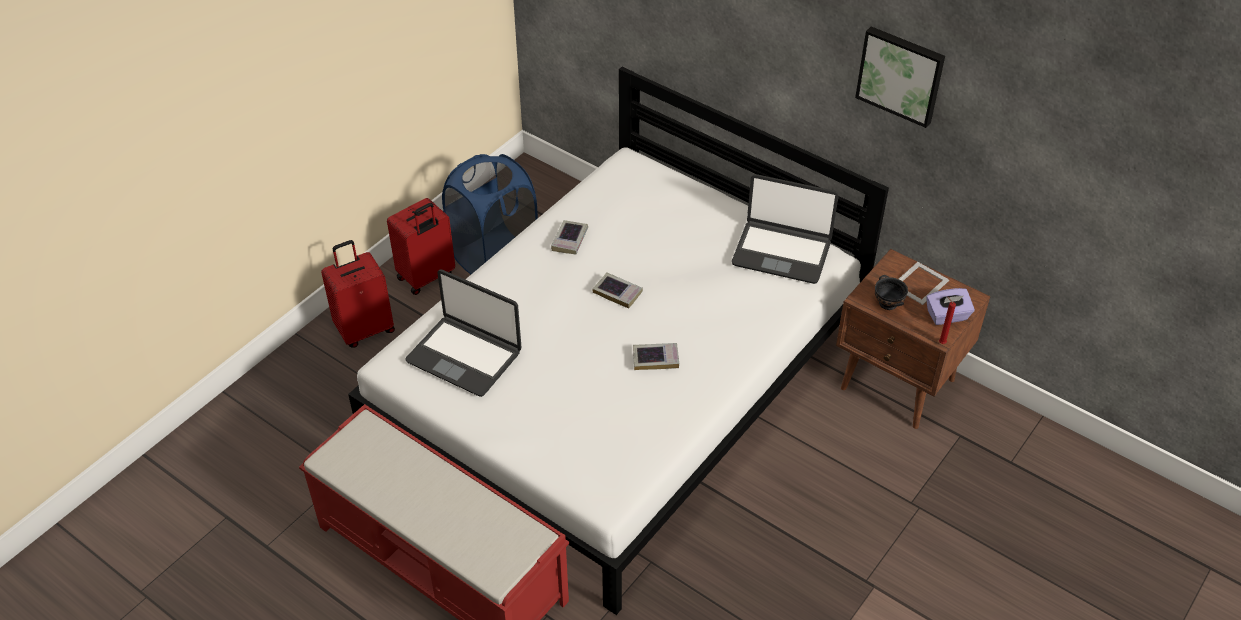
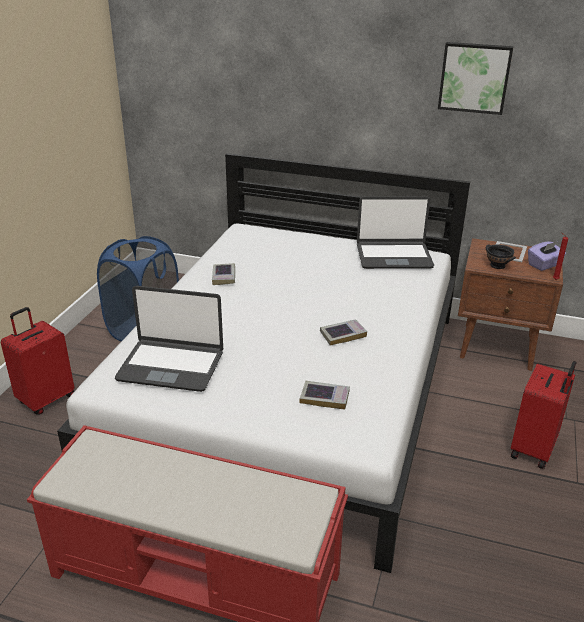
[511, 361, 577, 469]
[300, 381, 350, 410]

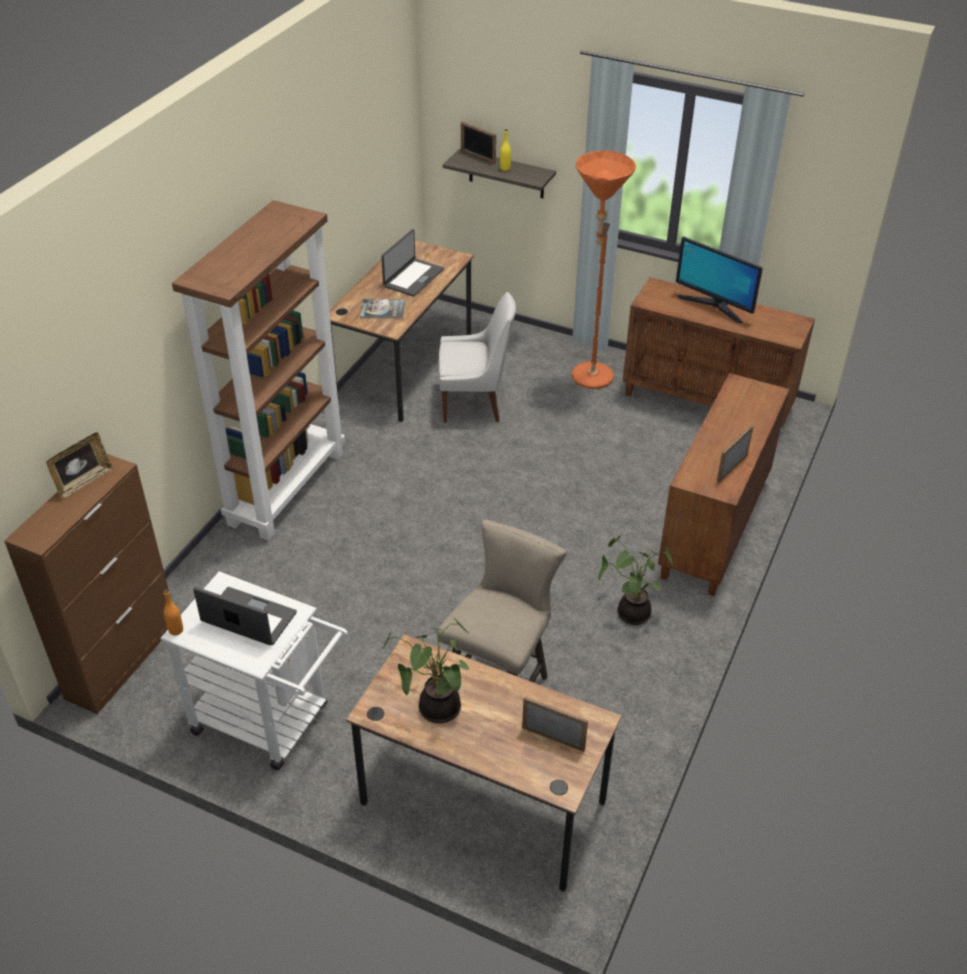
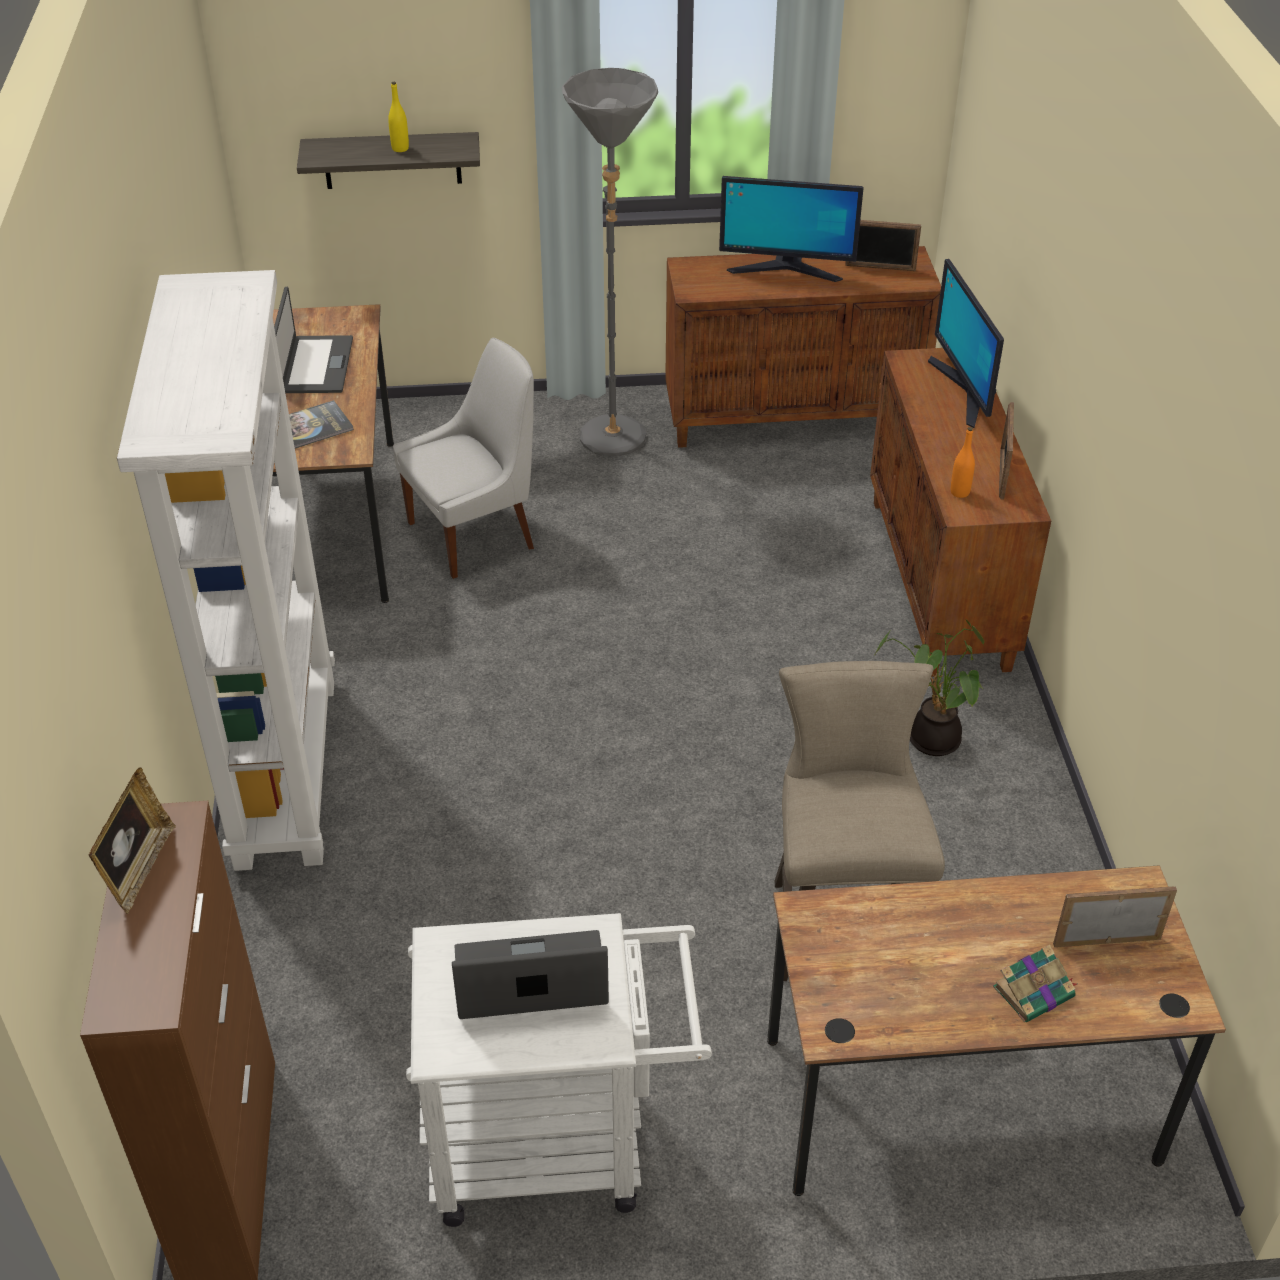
[382, 616, 470, 723] (first image)
[928, 259, 1004, 428]
[993, 945, 1077, 1022]
[951, 427, 975, 498]
[845, 220, 921, 271]
[117, 270, 335, 871]
[562, 68, 658, 457]

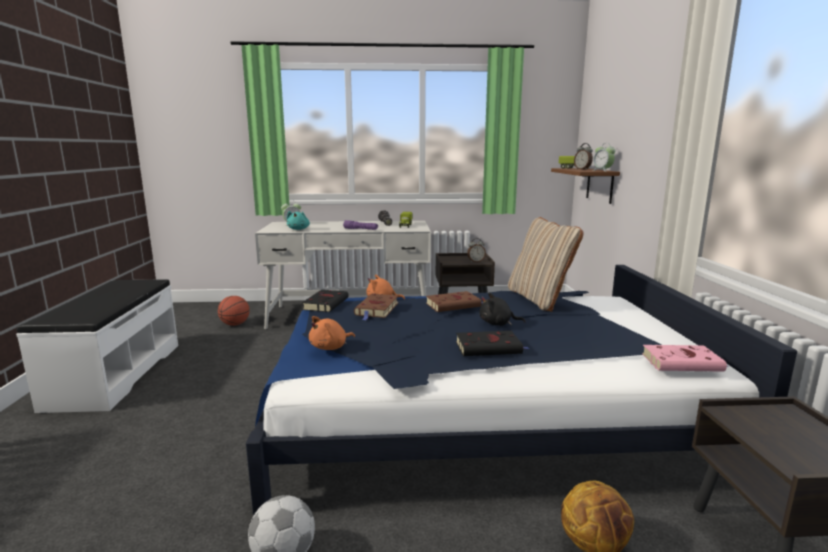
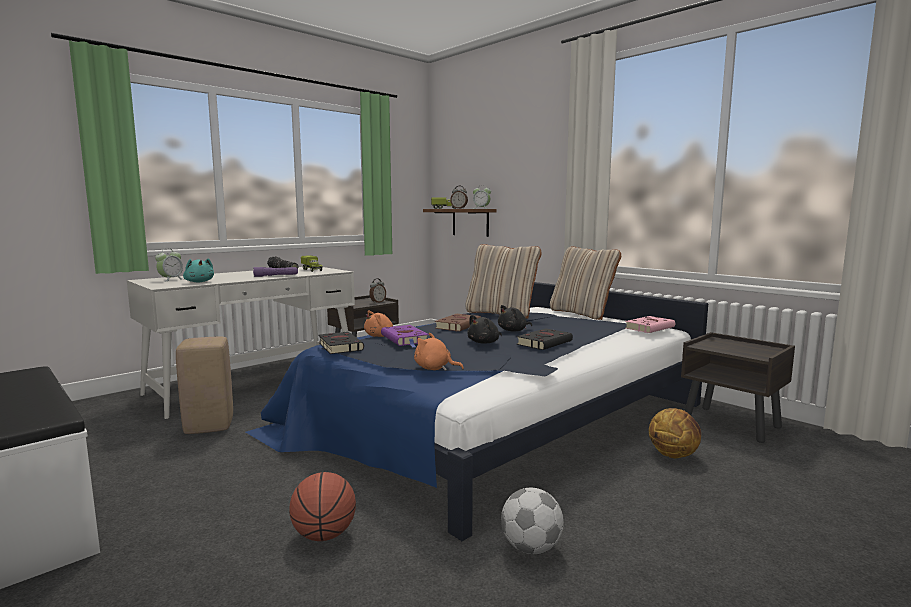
[176, 337, 233, 434]
[467, 315, 502, 344]
[550, 246, 621, 320]
[289, 472, 356, 541]
[381, 325, 429, 347]
[414, 333, 464, 371]

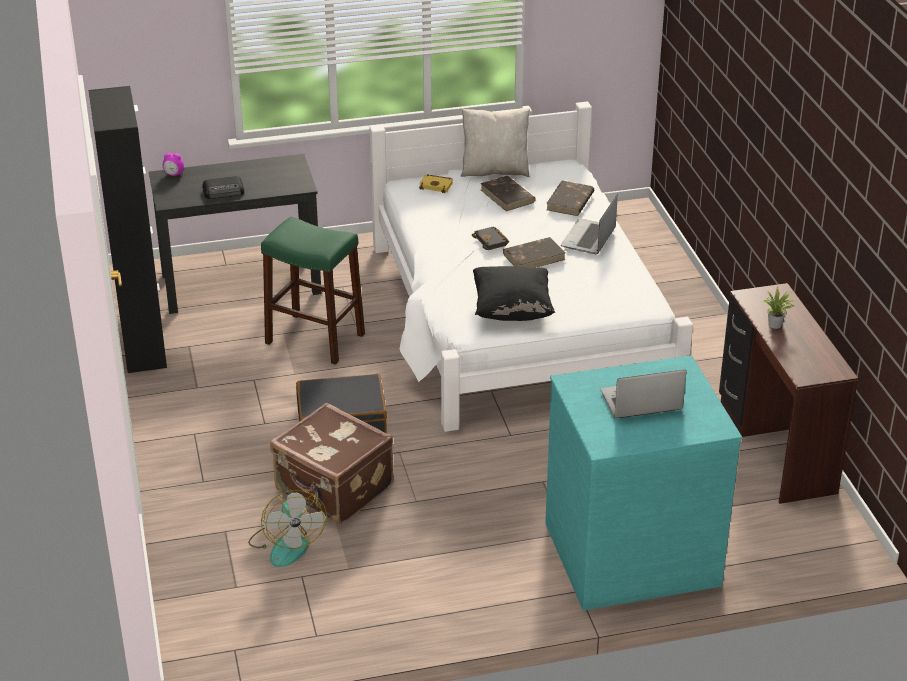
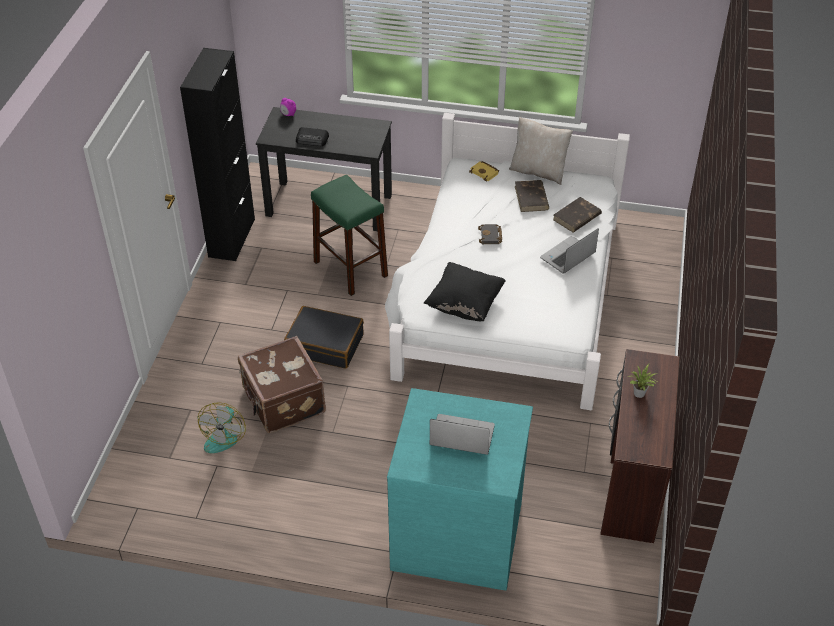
[503, 237, 566, 267] (first image)

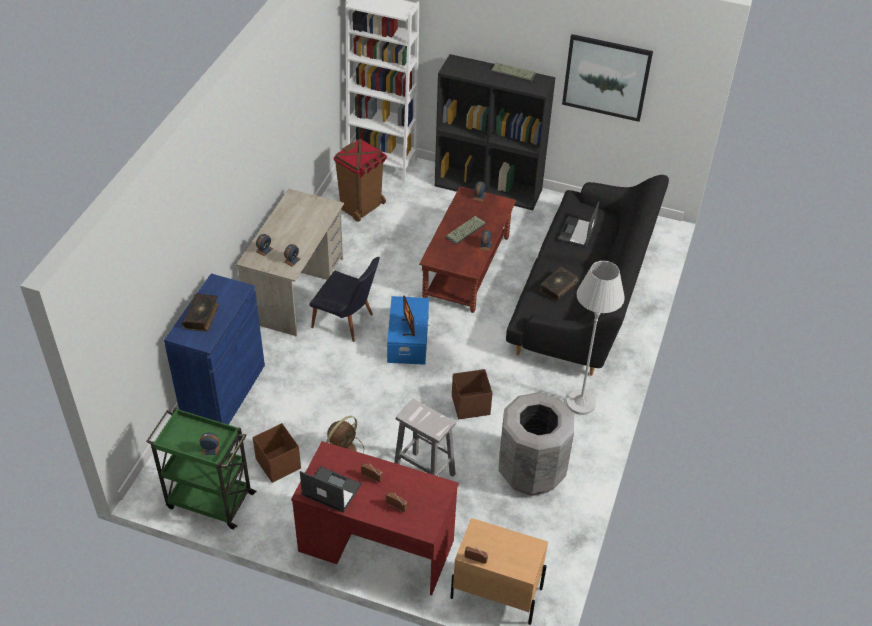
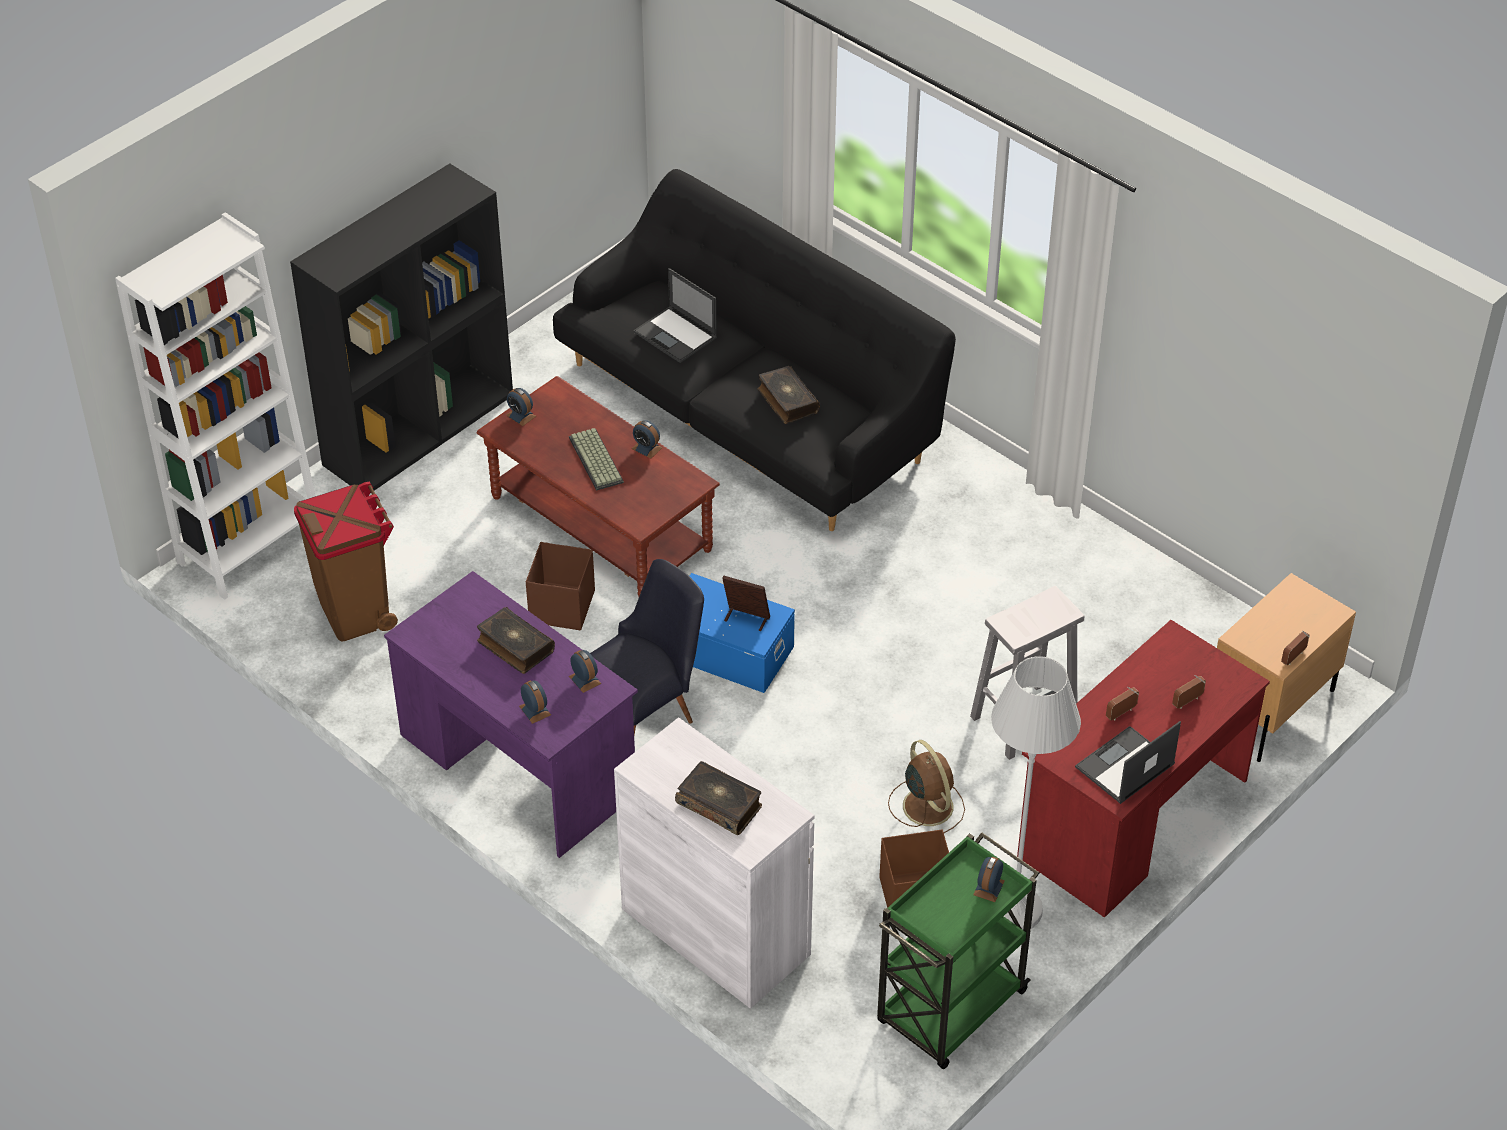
[490, 62, 536, 82] (first image)
[499, 392, 574, 496] (first image)
[562, 34, 653, 122] (first image)
[477, 607, 555, 674]
[526, 542, 595, 630]
[991, 656, 1081, 930]
[614, 717, 815, 1009]
[384, 571, 638, 858]

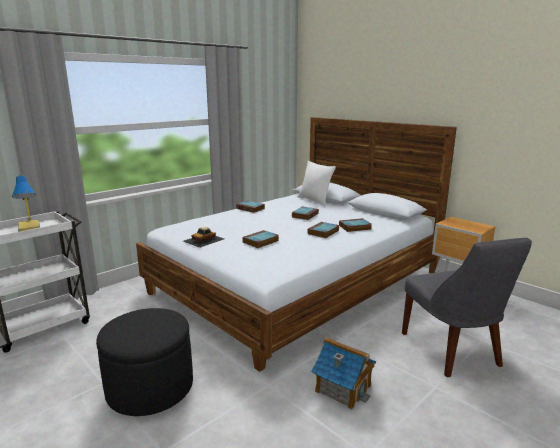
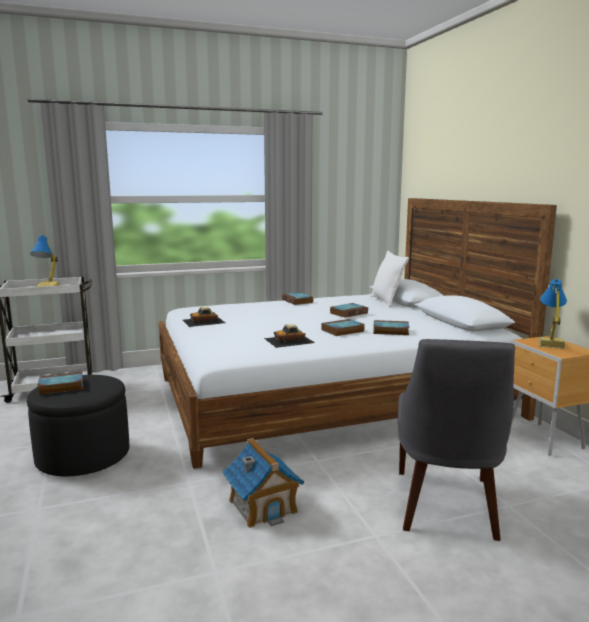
[264, 324, 315, 348]
[539, 279, 567, 349]
[37, 372, 83, 395]

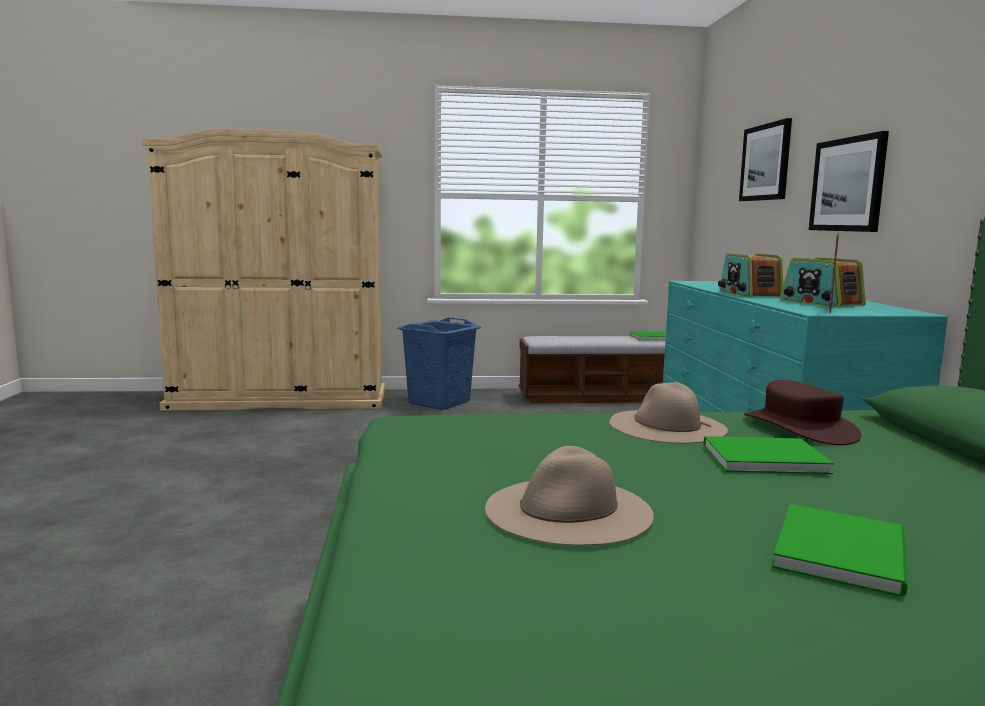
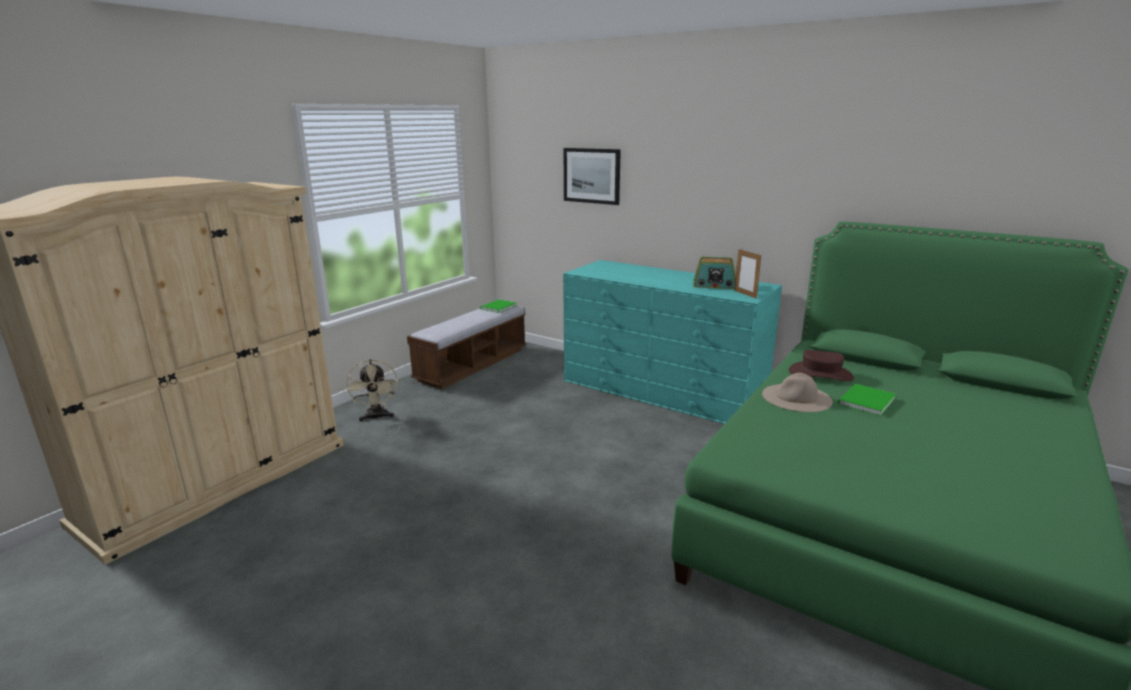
[485, 446, 654, 546] (first image)
[718, 253, 783, 298] (first image)
[772, 504, 907, 597] (first image)
[809, 131, 889, 232] (first image)
[346, 359, 398, 422]

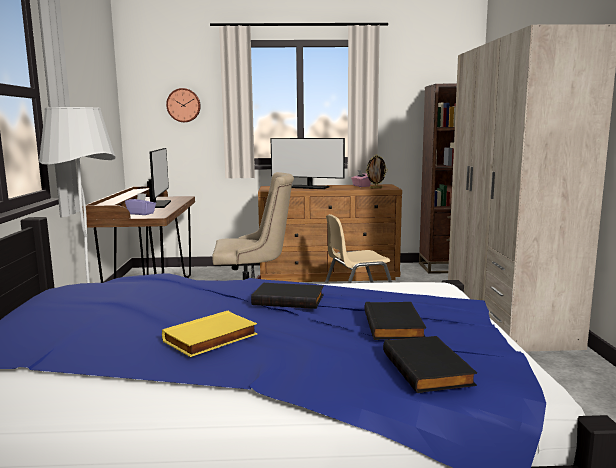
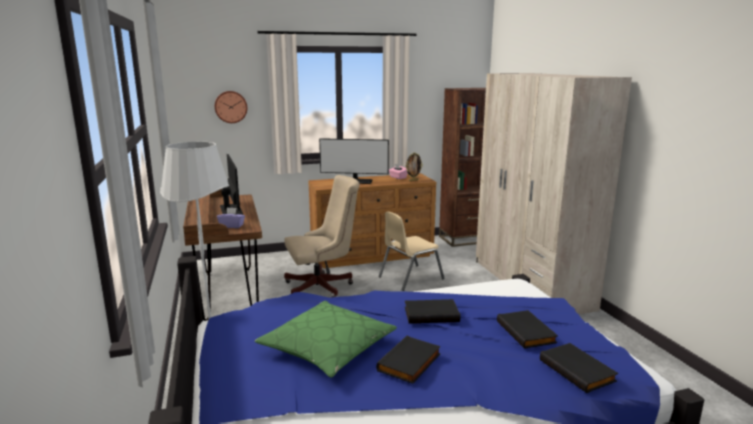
[255, 301, 397, 377]
[376, 336, 441, 384]

